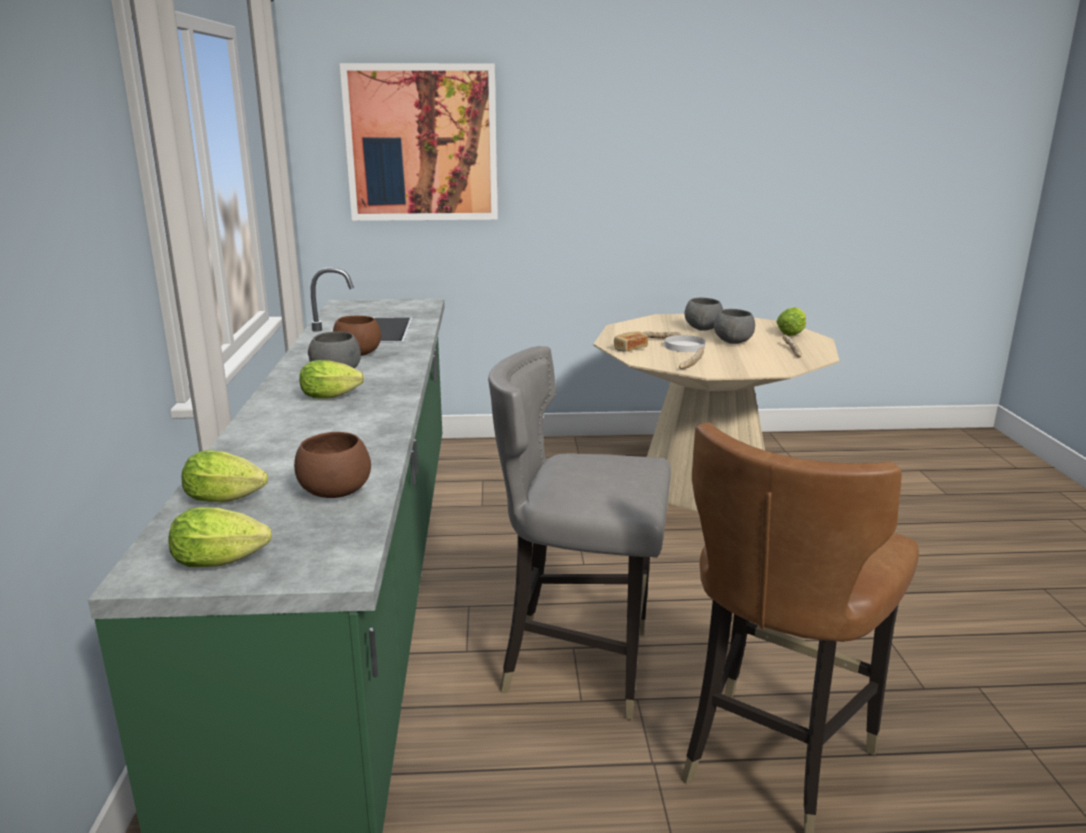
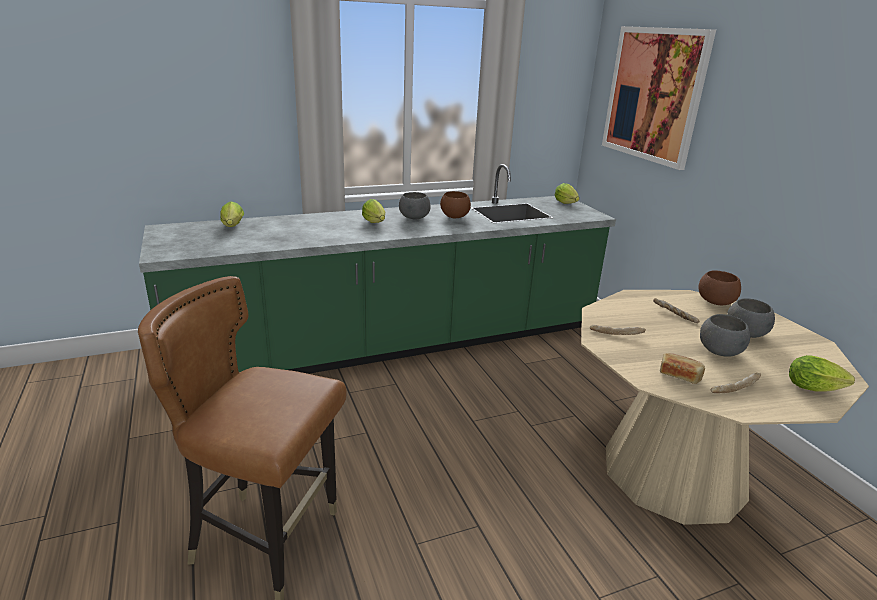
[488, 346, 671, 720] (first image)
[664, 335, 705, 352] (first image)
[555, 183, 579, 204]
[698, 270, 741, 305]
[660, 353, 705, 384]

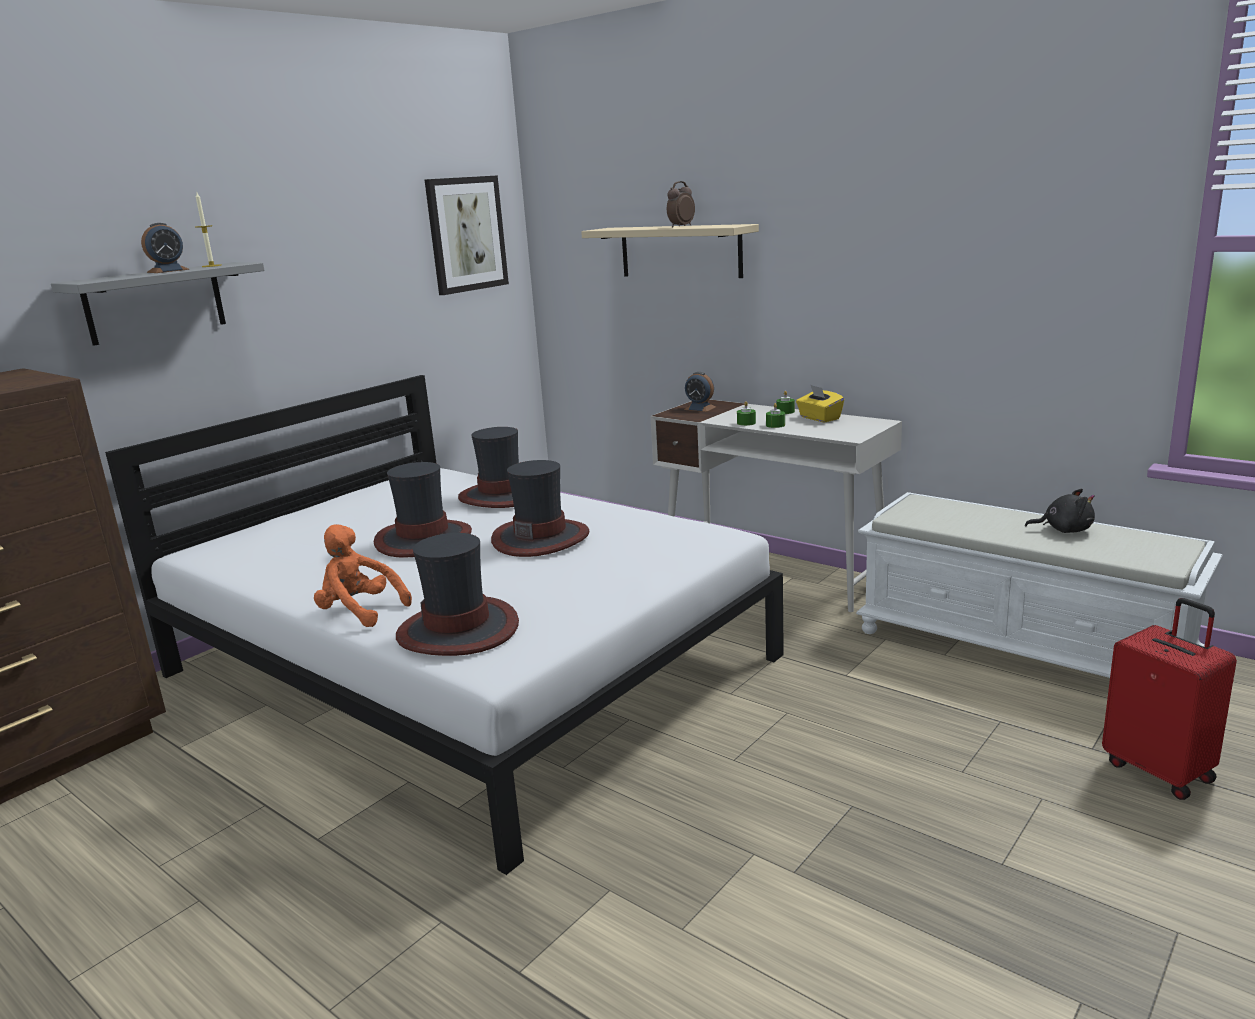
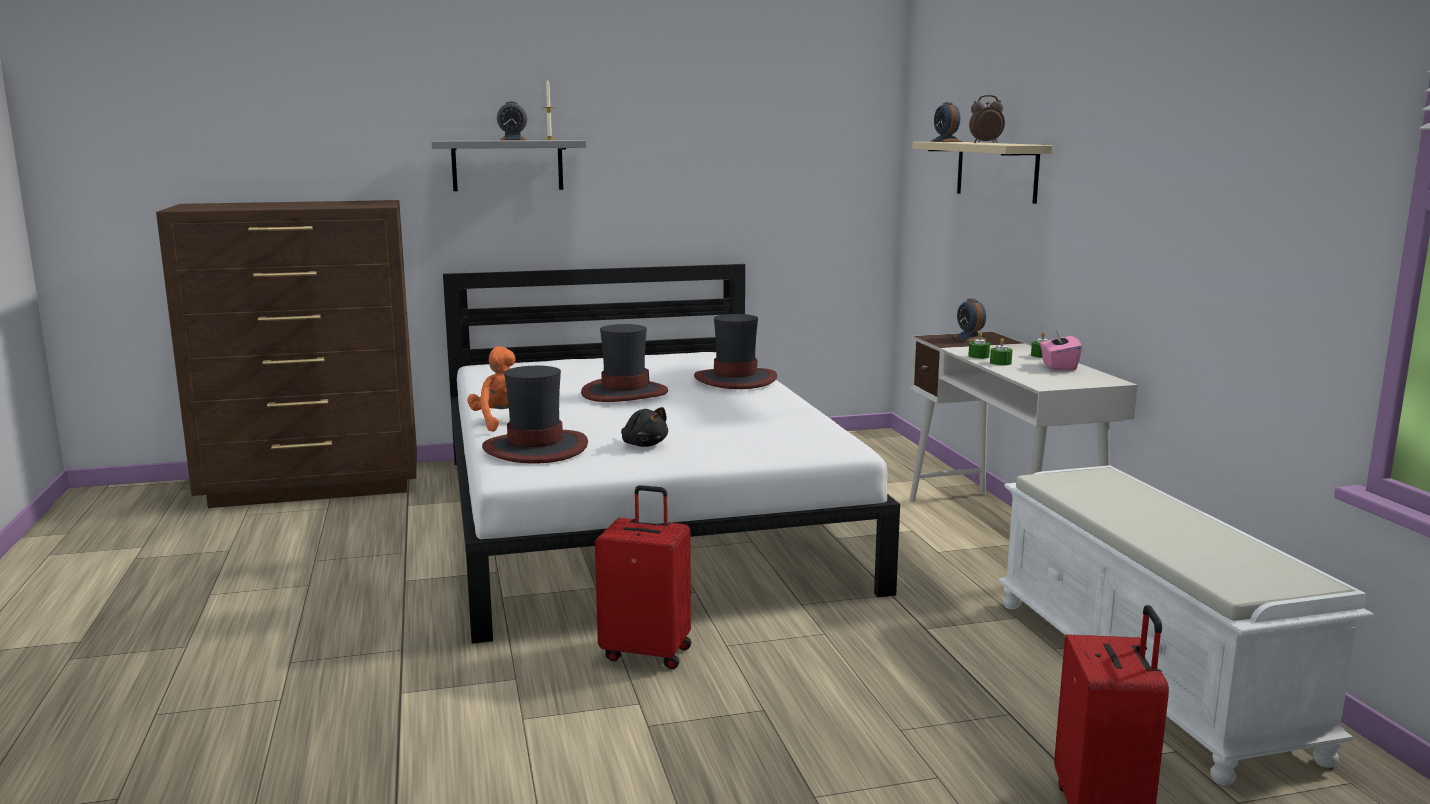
[425, 175, 509, 295] (first image)
[491, 460, 589, 557] (first image)
[595, 485, 691, 669]
[930, 102, 962, 142]
[621, 407, 668, 447]
[1040, 328, 1082, 371]

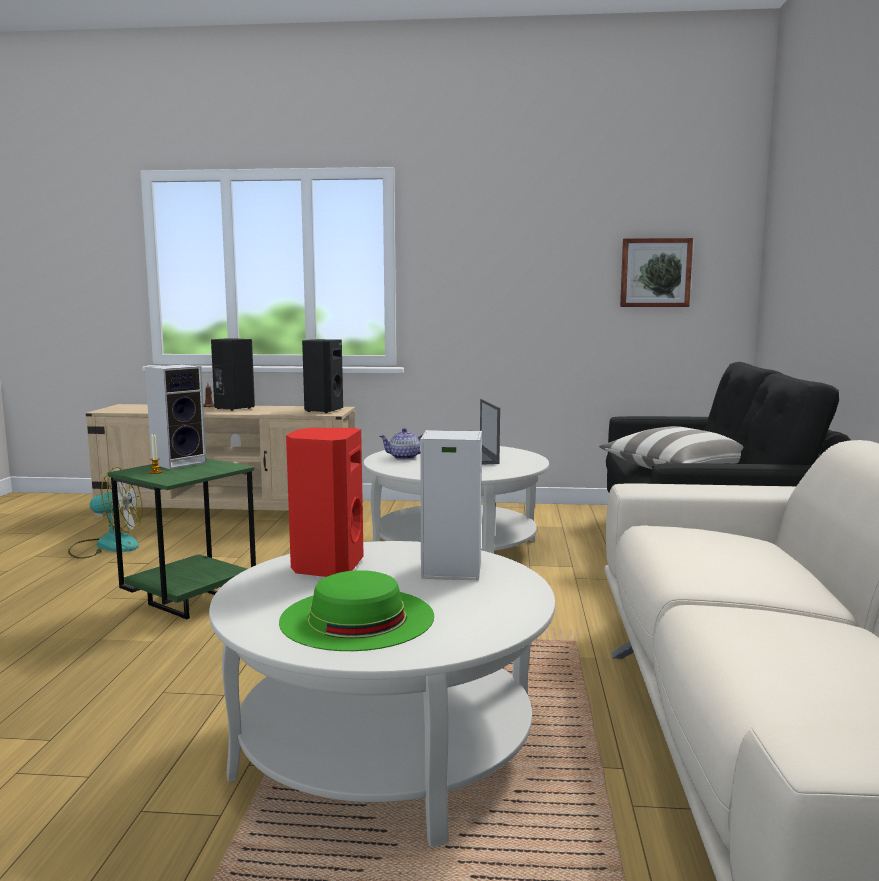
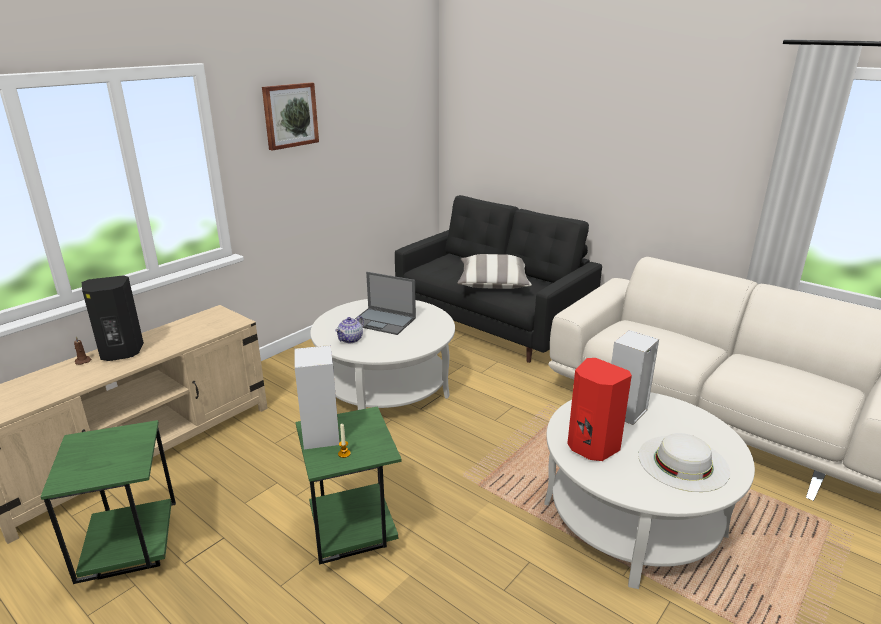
[302, 339, 343, 413] (first image)
[262, 82, 319, 151]
[40, 420, 176, 584]
[638, 433, 730, 492]

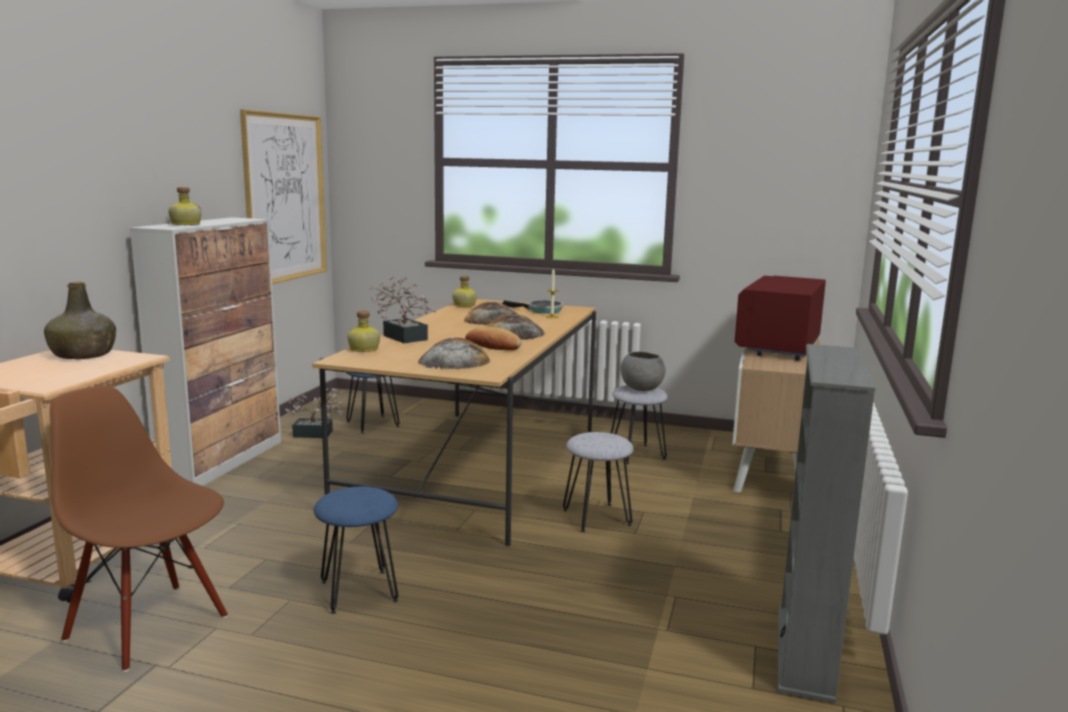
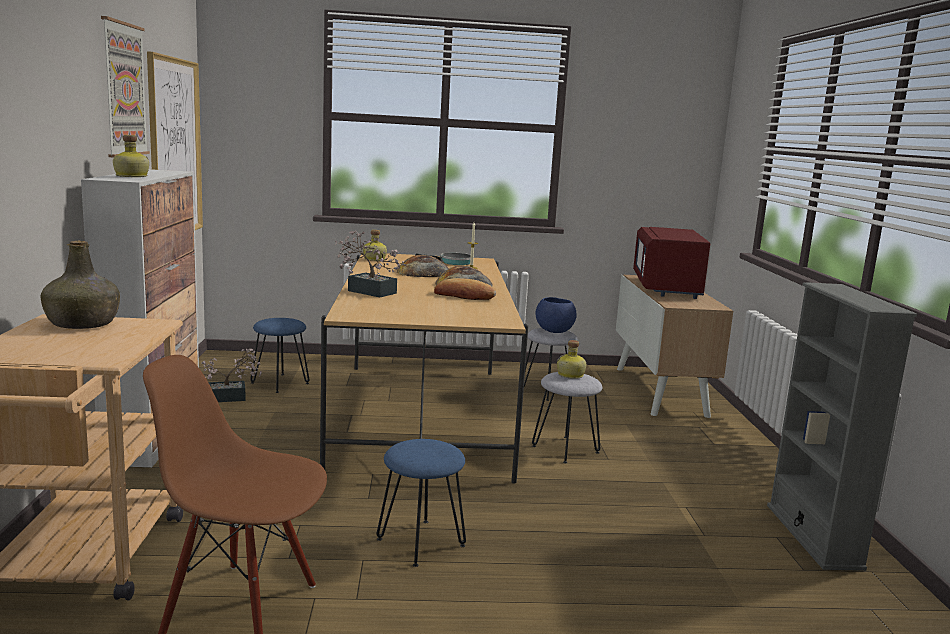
[418, 338, 490, 369] (first image)
[101, 16, 150, 157]
[557, 340, 586, 379]
[535, 297, 577, 333]

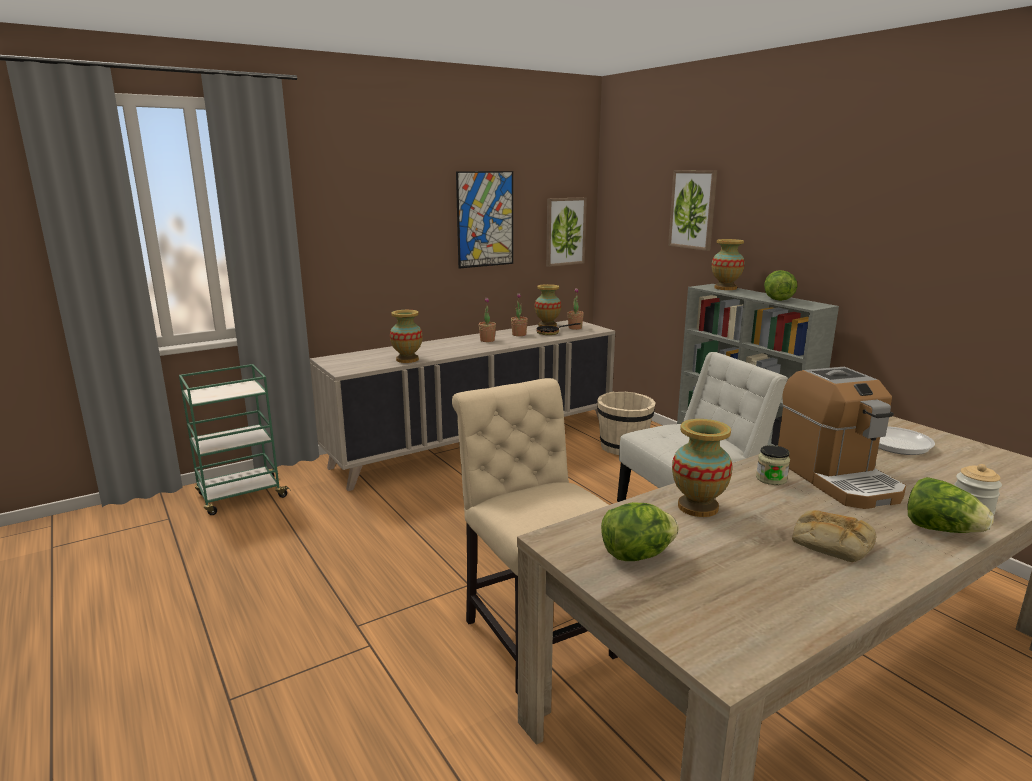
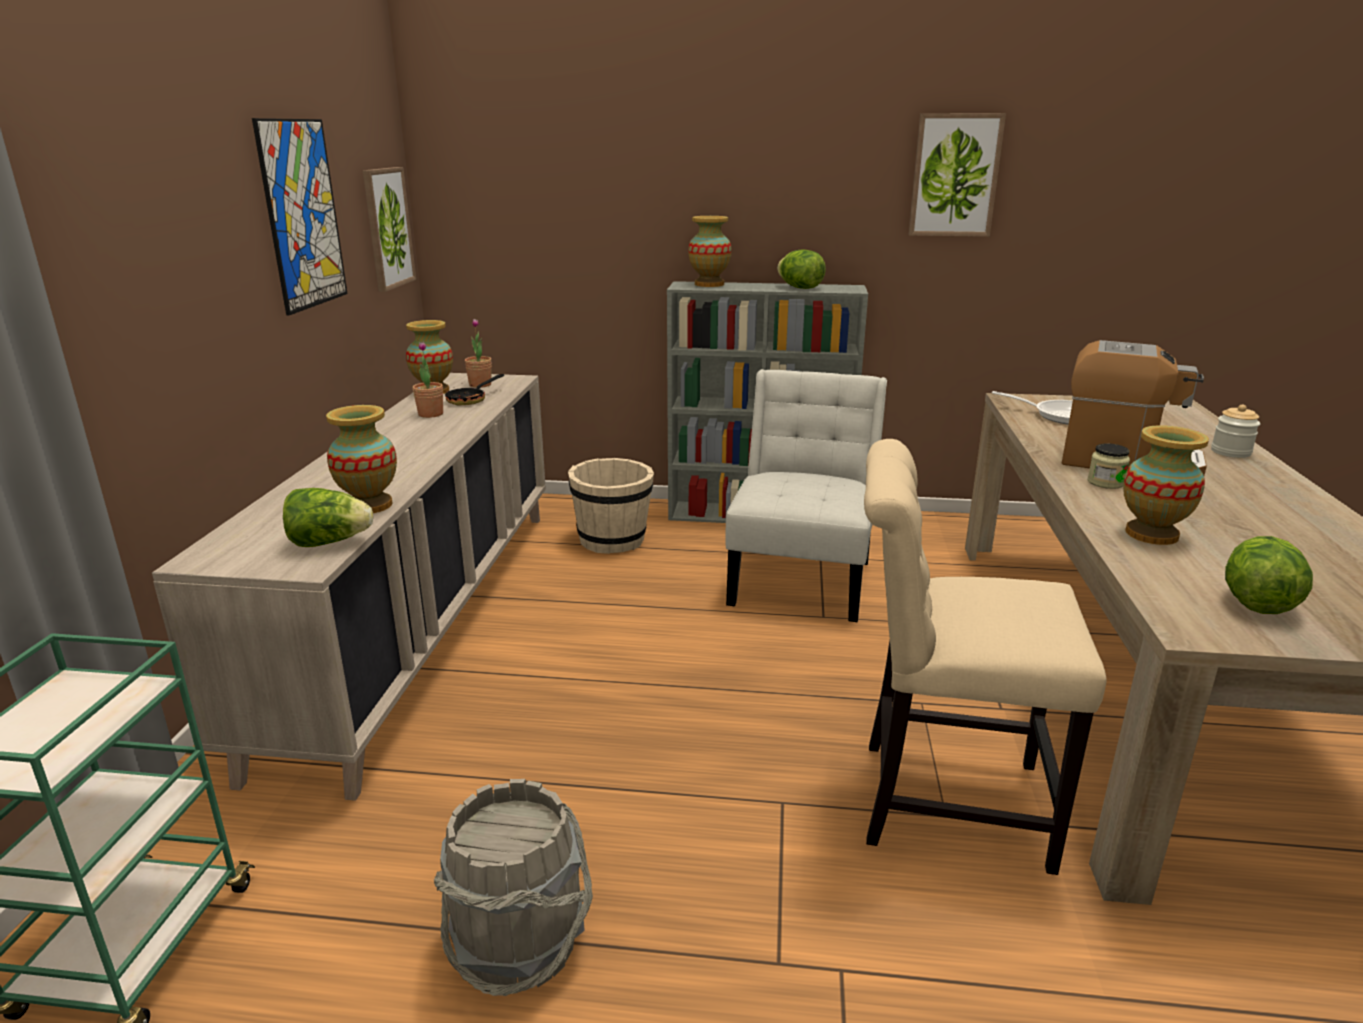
[479, 297, 496, 342] (first image)
[792, 510, 876, 562] (first image)
[434, 779, 593, 996]
[908, 113, 1006, 237]
[283, 488, 373, 547]

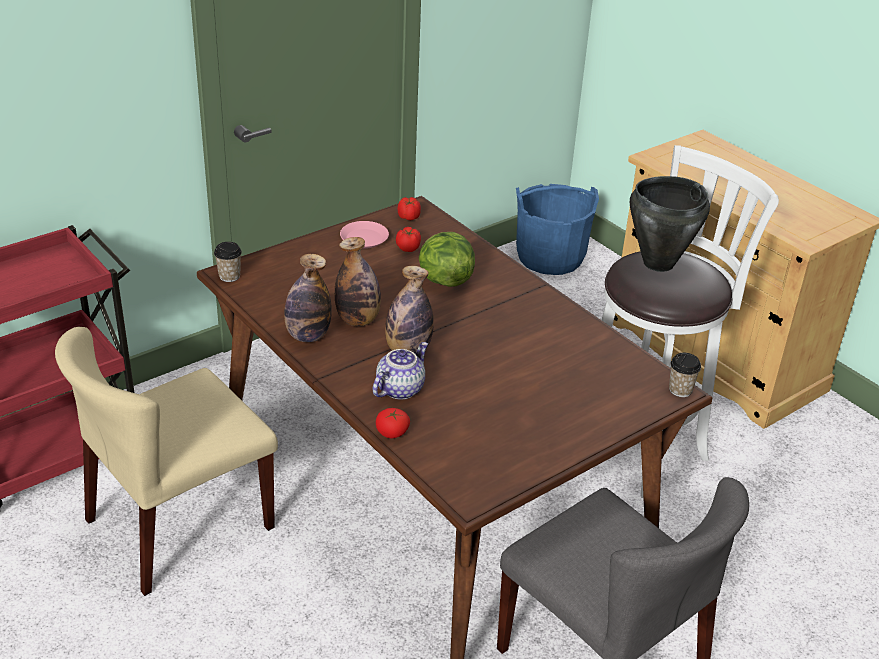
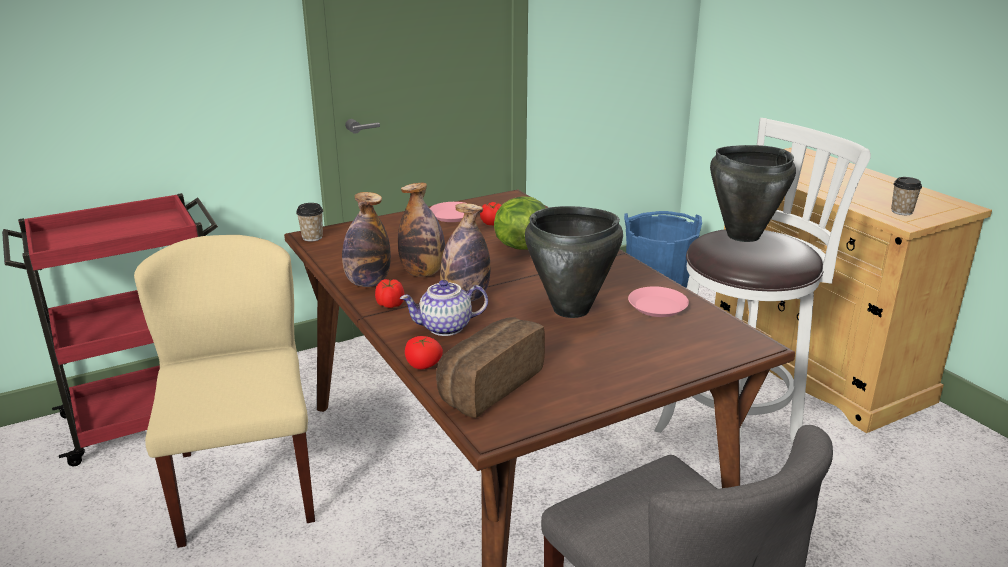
[436, 318, 545, 418]
[525, 206, 623, 318]
[628, 286, 689, 317]
[375, 279, 405, 308]
[891, 177, 922, 215]
[134, 235, 315, 548]
[400, 280, 488, 336]

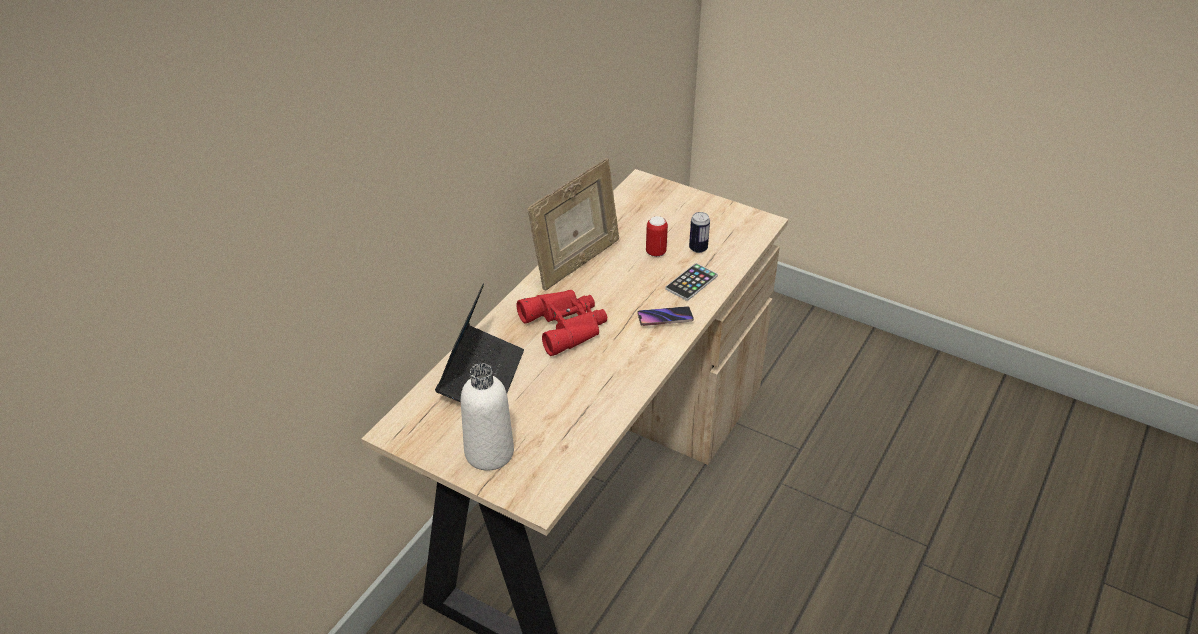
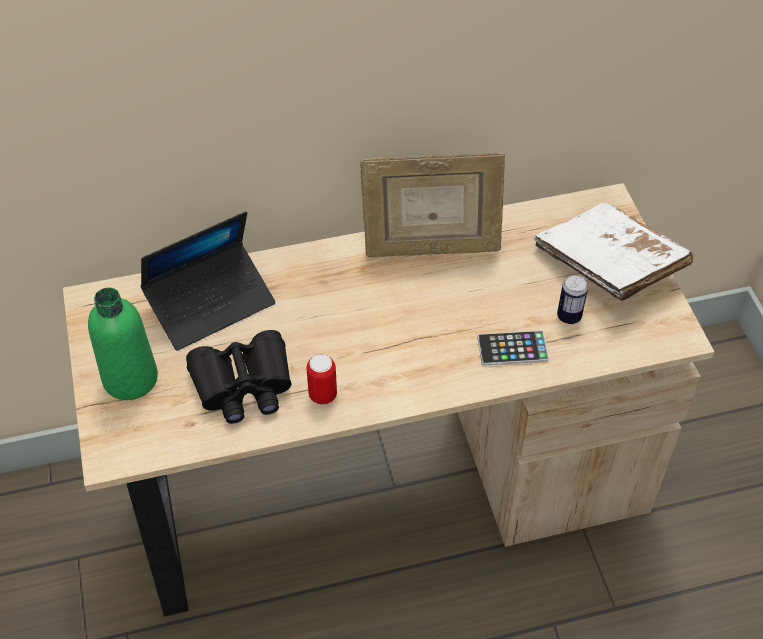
[516, 290, 607, 356] (first image)
[637, 306, 694, 326] (first image)
[186, 330, 292, 424]
[534, 202, 693, 301]
[306, 354, 337, 405]
[88, 287, 158, 400]

